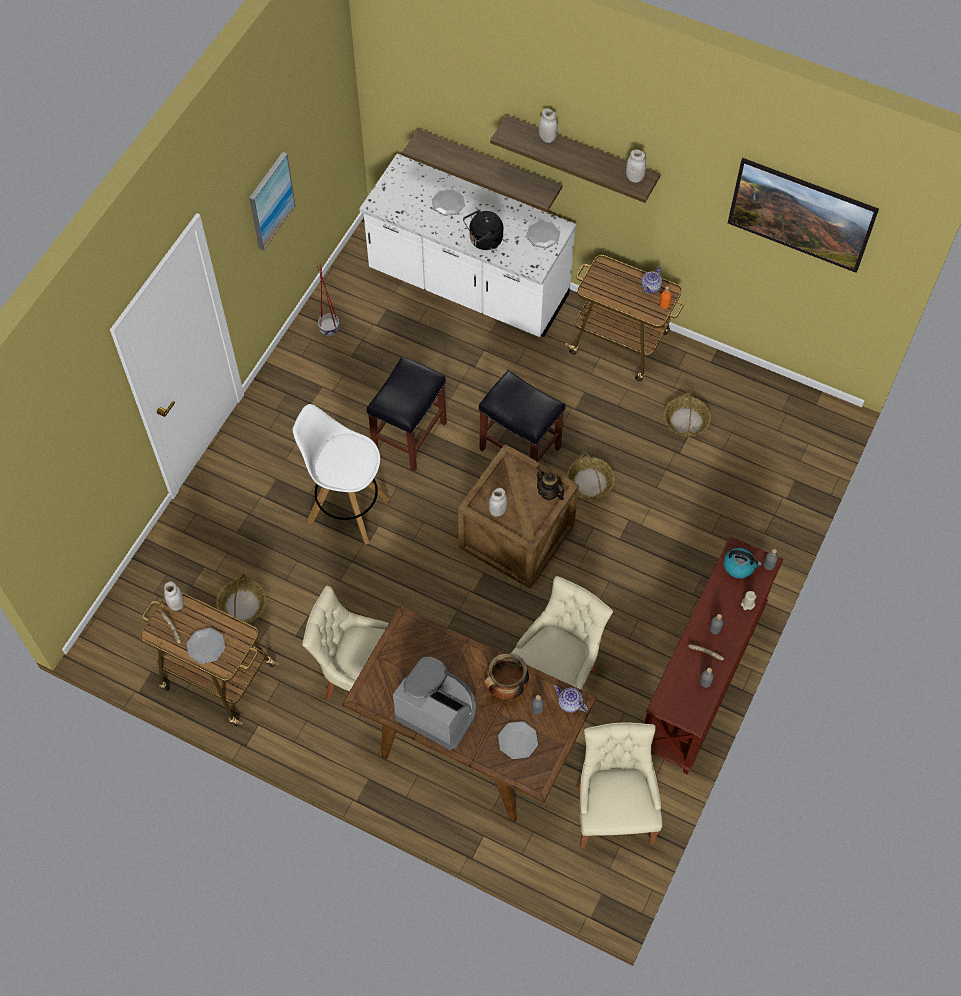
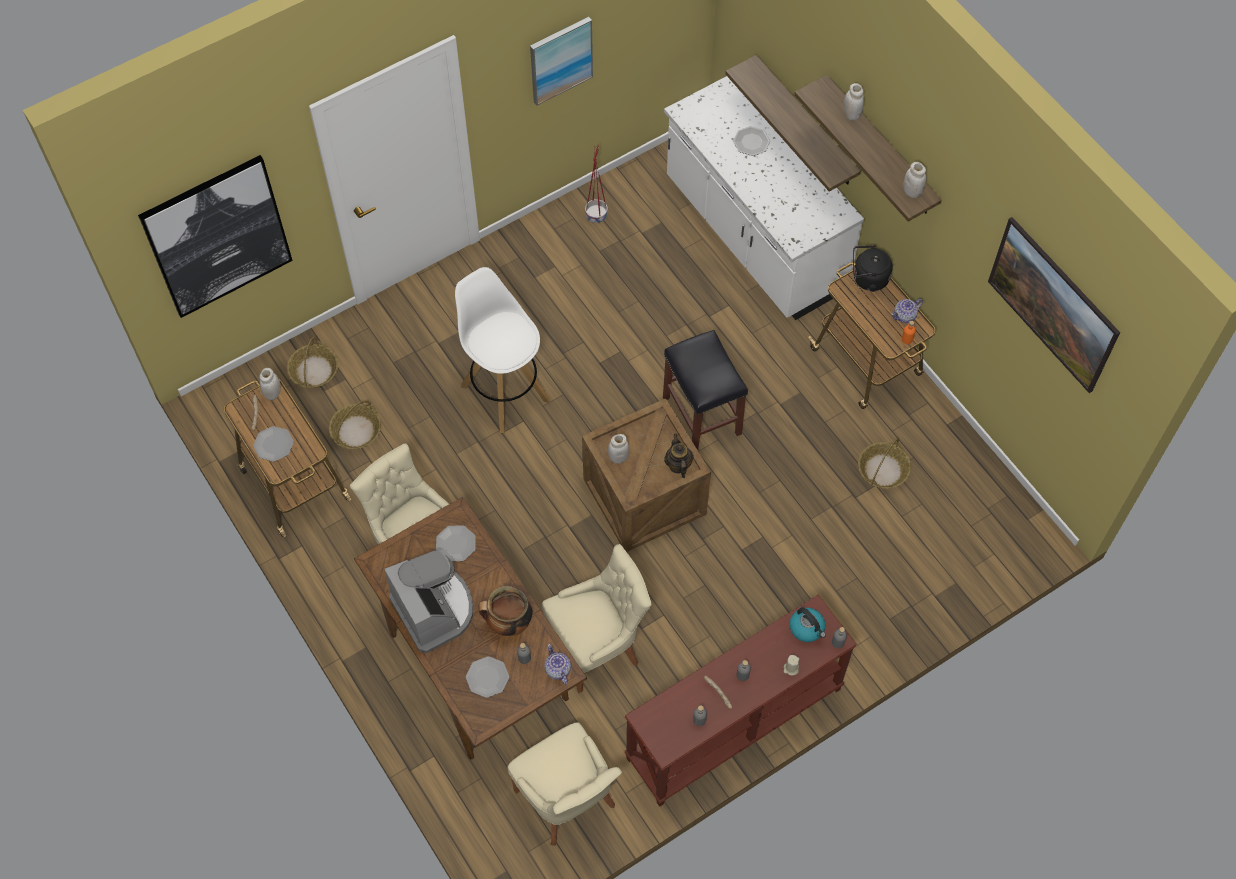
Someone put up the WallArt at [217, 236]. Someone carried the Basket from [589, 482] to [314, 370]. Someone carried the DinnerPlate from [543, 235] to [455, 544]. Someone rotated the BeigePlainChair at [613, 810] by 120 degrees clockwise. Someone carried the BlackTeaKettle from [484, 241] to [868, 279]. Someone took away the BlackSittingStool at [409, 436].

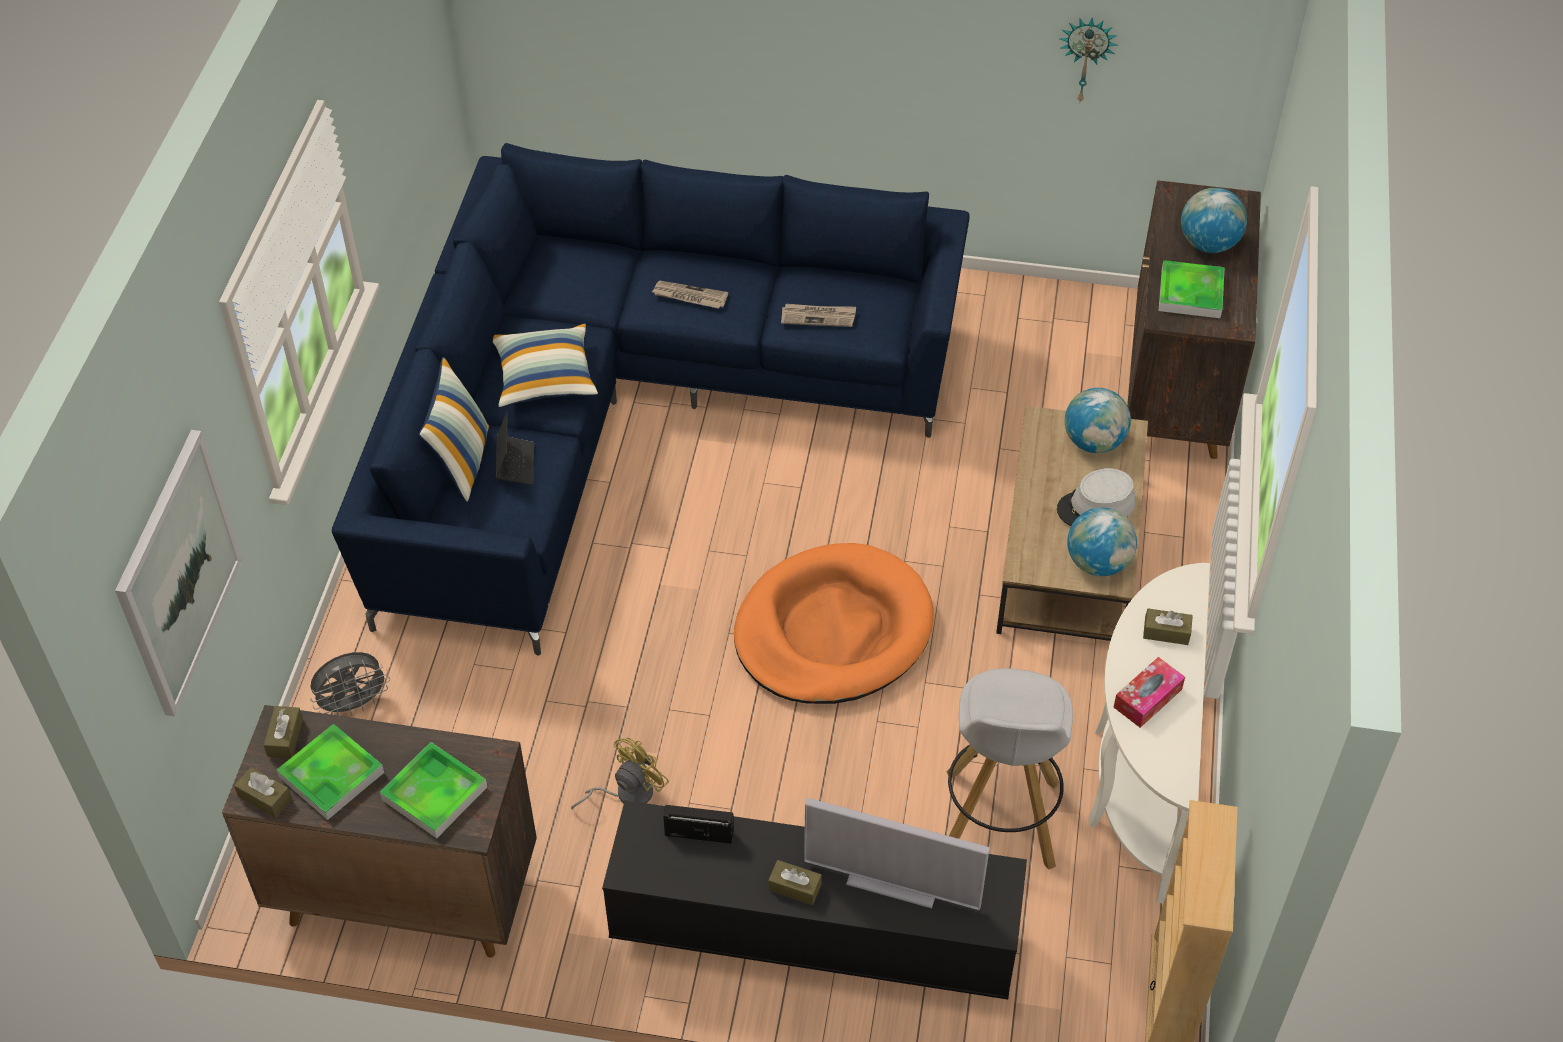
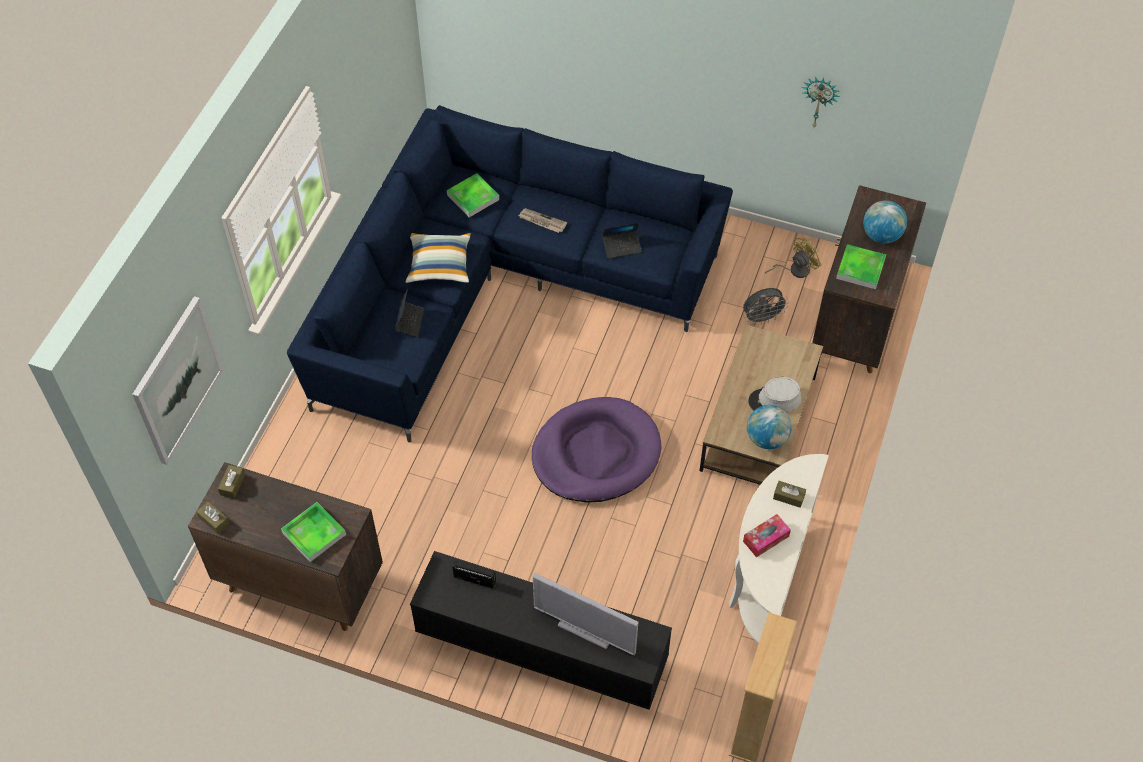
Someone carried the ServingTray from [331, 775] to [473, 197]. Someone repainted the OrangeColouredPetBed at [833, 630], which became the PurplishPetBed at [596, 453]. Someone swapped the PrintedPaper at [818, 317] for the NotebookComputer at [621, 247]. Someone carried the GreyishElectricFan from [354, 704] to [762, 318]. Someone carried the YellowColouredElectricFan from [626, 793] to [795, 270]. Someone took away the Pillow at [461, 461]. Someone took away the BrownColouredTissueBox at [794, 887]. Someone took away the WhitishSittingStool at [1000, 822]. Someone took away the DeskGlobe at [1094, 442].

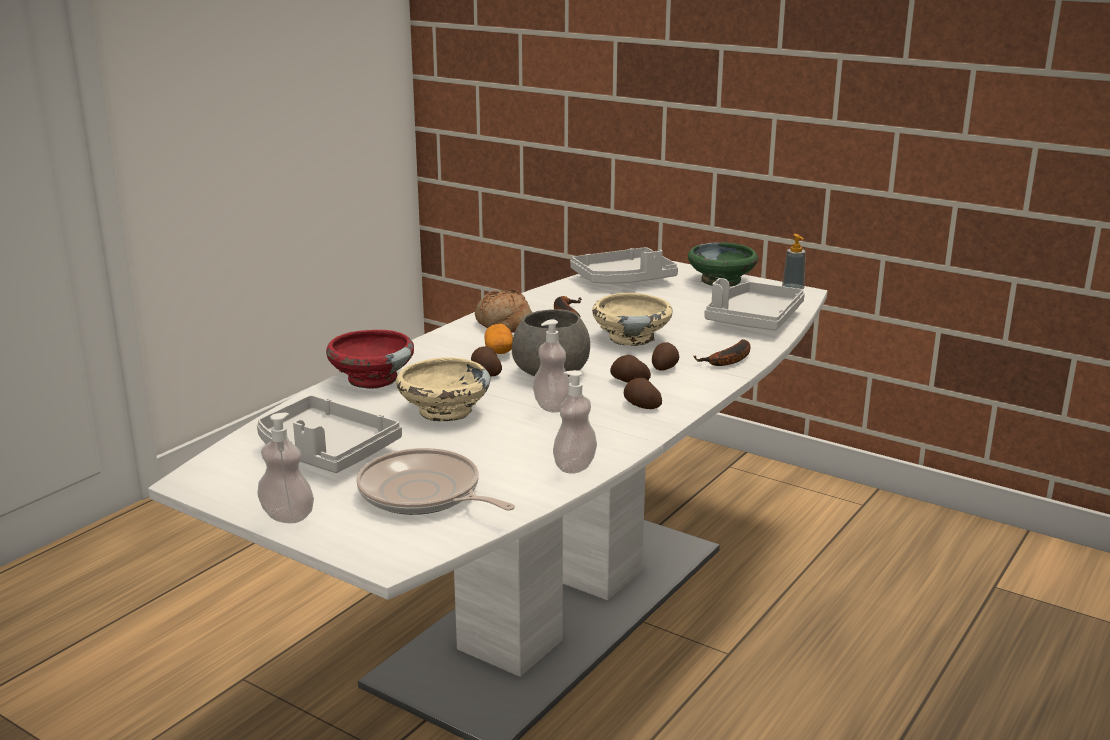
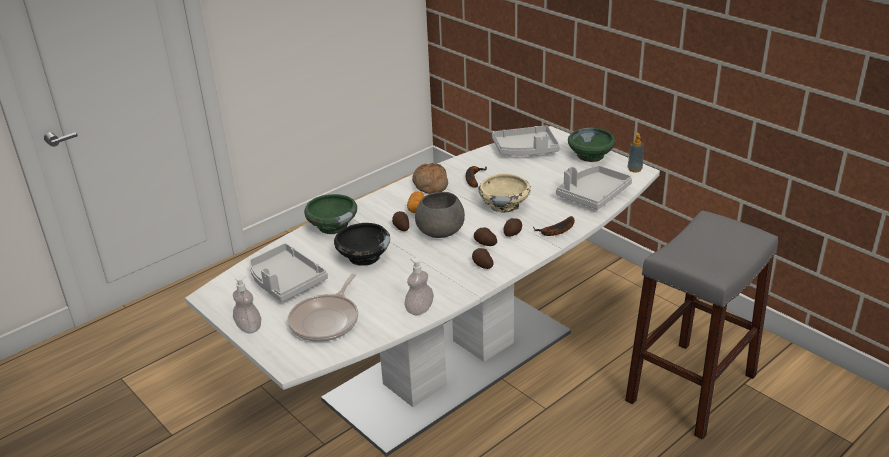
Someone rotated the FryingPan at [424, 494] by 120 degrees counterclockwise. Someone repainted the ReddishServingBowl at [372, 379], which became the GreenServingBowl at [333, 226]. Someone repainted the BeigeServingBowl at [444, 411], which became the BlackServingBowl at [363, 257]. Someone put down the GreyishSittingStool at [691, 388]. Someone took away the SoapBottle at [552, 407].

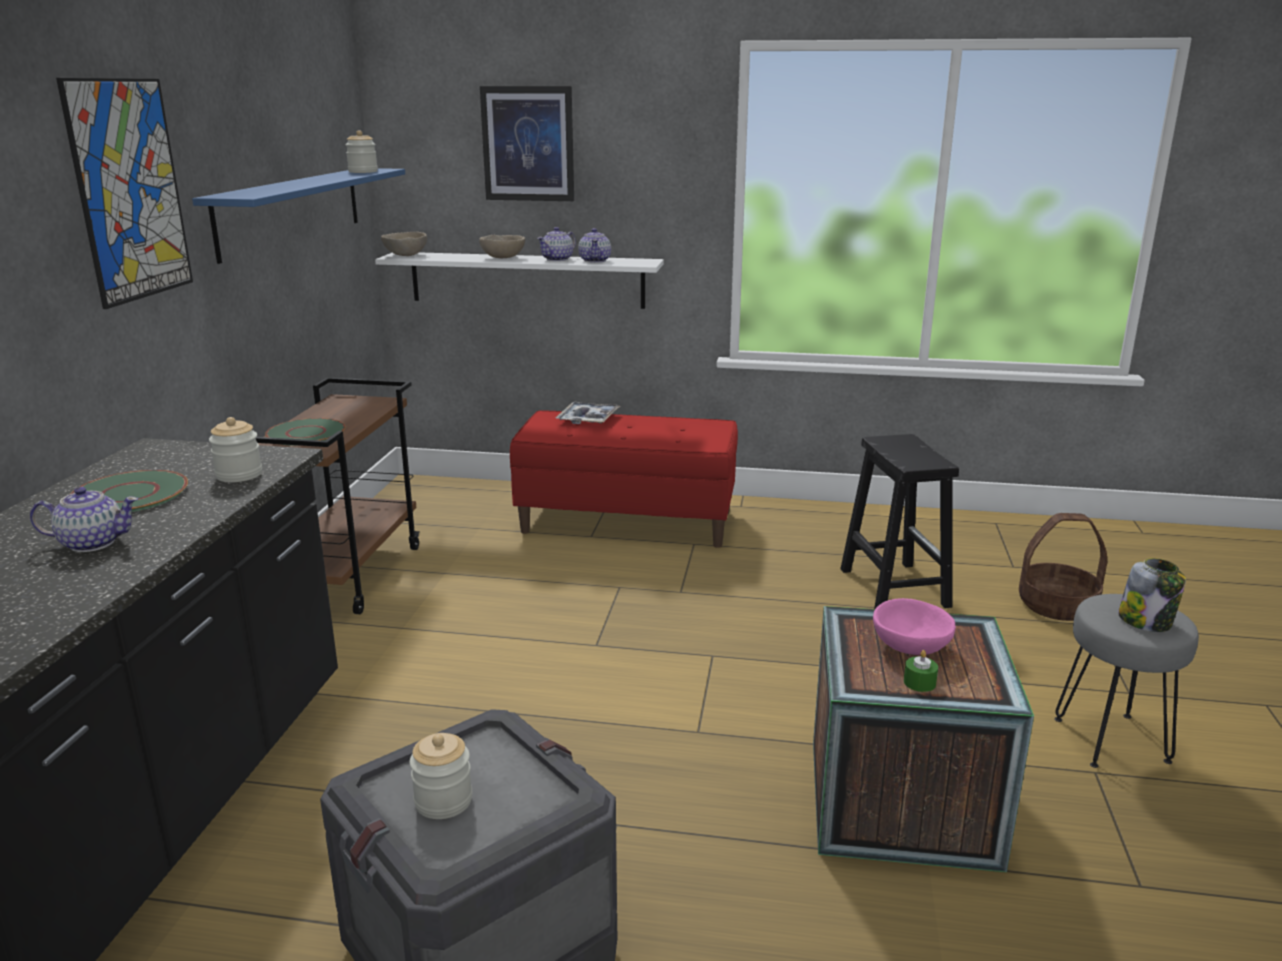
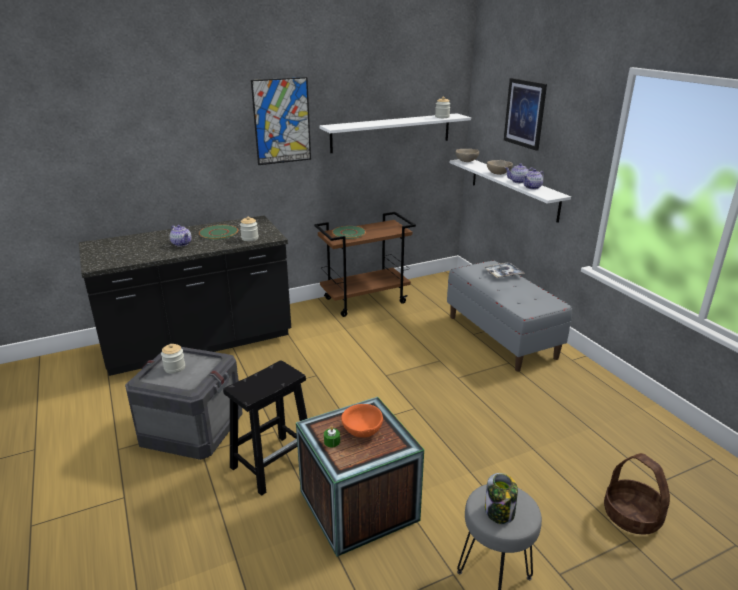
Someone carried the BlackSittingStool from [892, 587] to [273, 463]. Someone repainted the BlueBracketShelf at [291, 211], which became the WhitishBracketShelf at [391, 132]. Someone repainted the PinkServingBowl at [910, 648], which became the OrangeColouredServingBowl at [361, 431]. Someone repainted the ReddishBench at [627, 522], which became the GreyishBench at [501, 337].

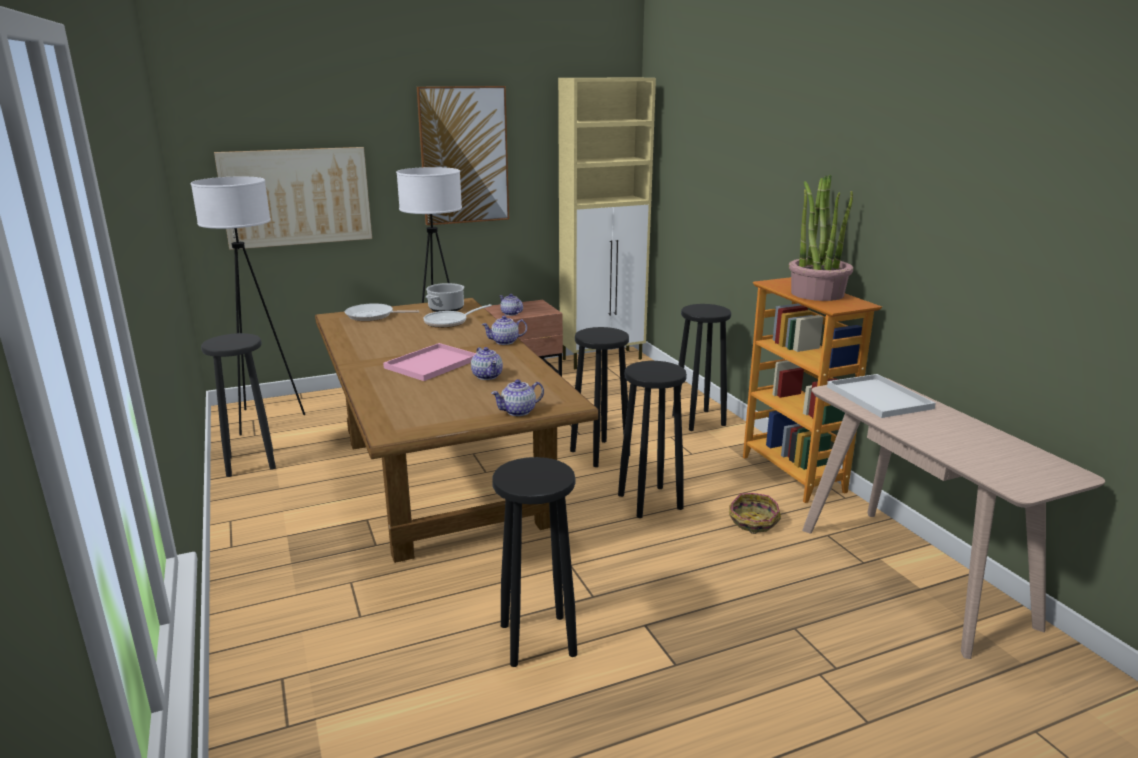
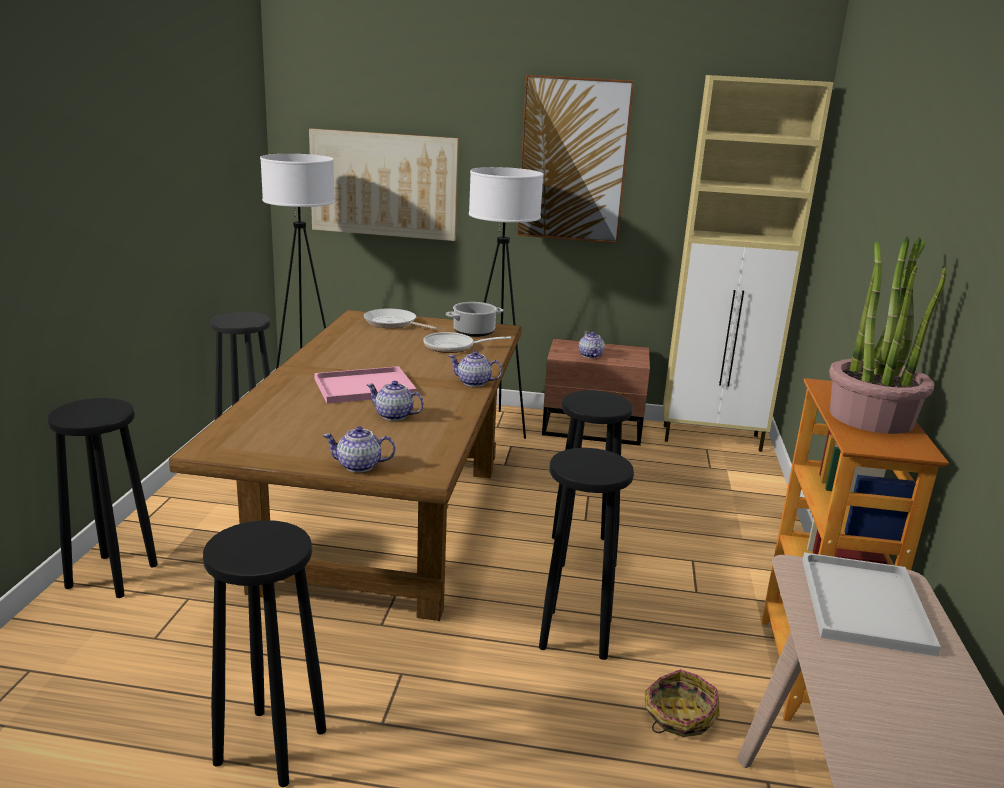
Someone carried the BlackSittingStool from [698, 420] to [113, 575]. Someone rotated the PotForTea at [487, 376] by 105 degrees clockwise.

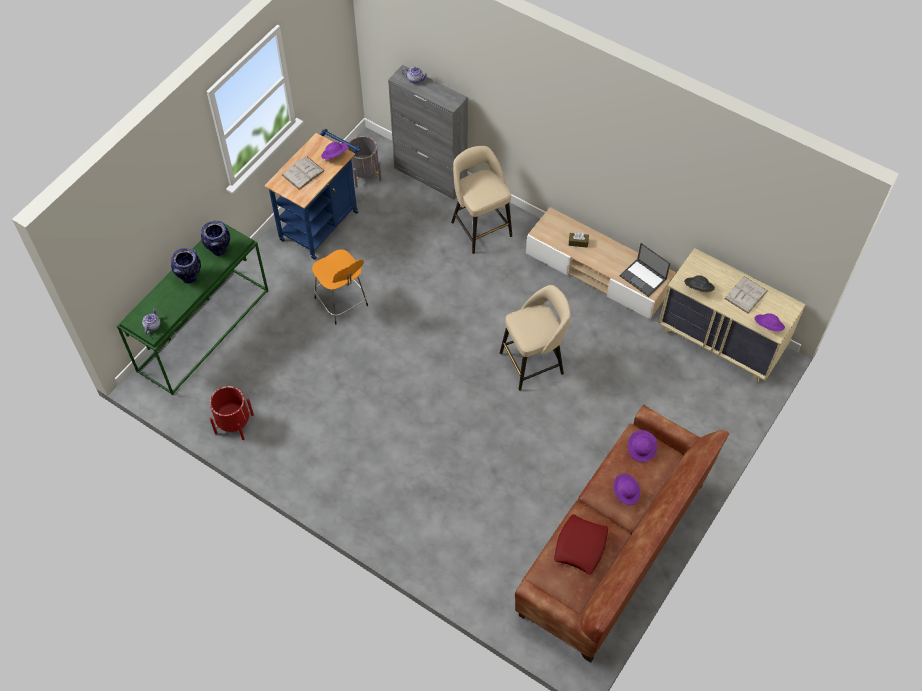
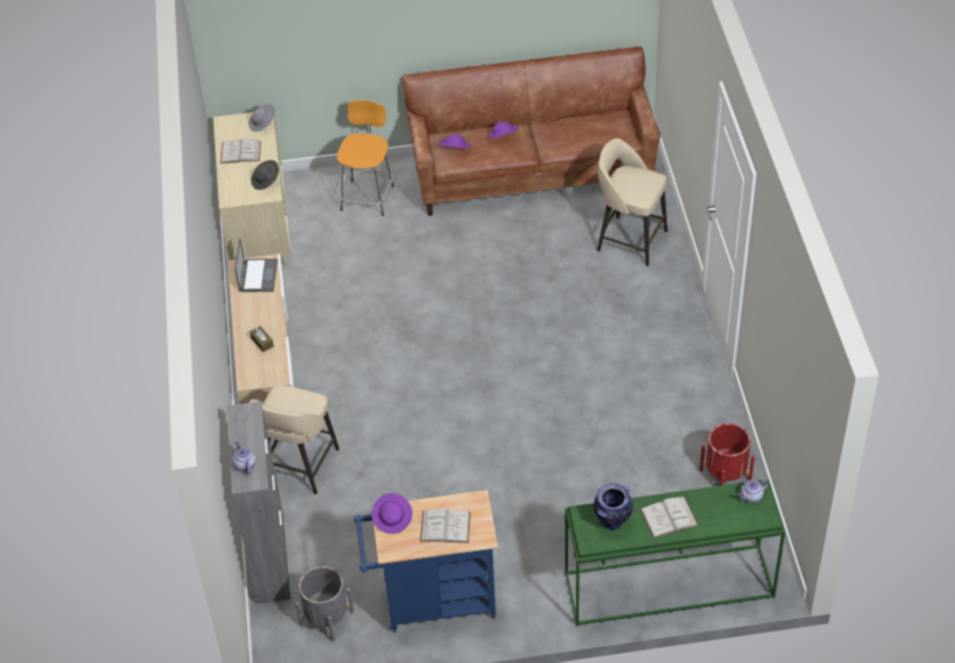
Someone repainted the PurplishWearableHat at [767, 327], which became the GreyishWearableHat at [262, 124]. Someone carried the OrangeColouredSittingStool from [342, 303] to [368, 197]. Someone carried the BeigeSittingStool from [533, 362] to [629, 240]. Someone swapped the FlowerVase at [190, 277] for the WhitishVolume at [669, 517]. Someone took away the ReddishPillow at [580, 546].

